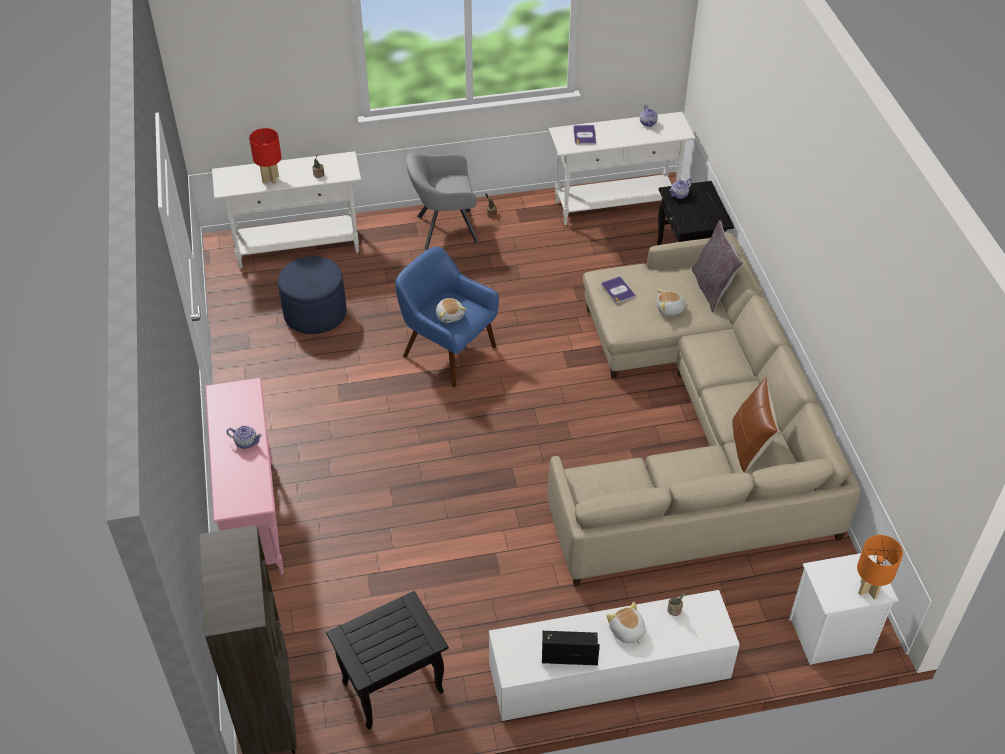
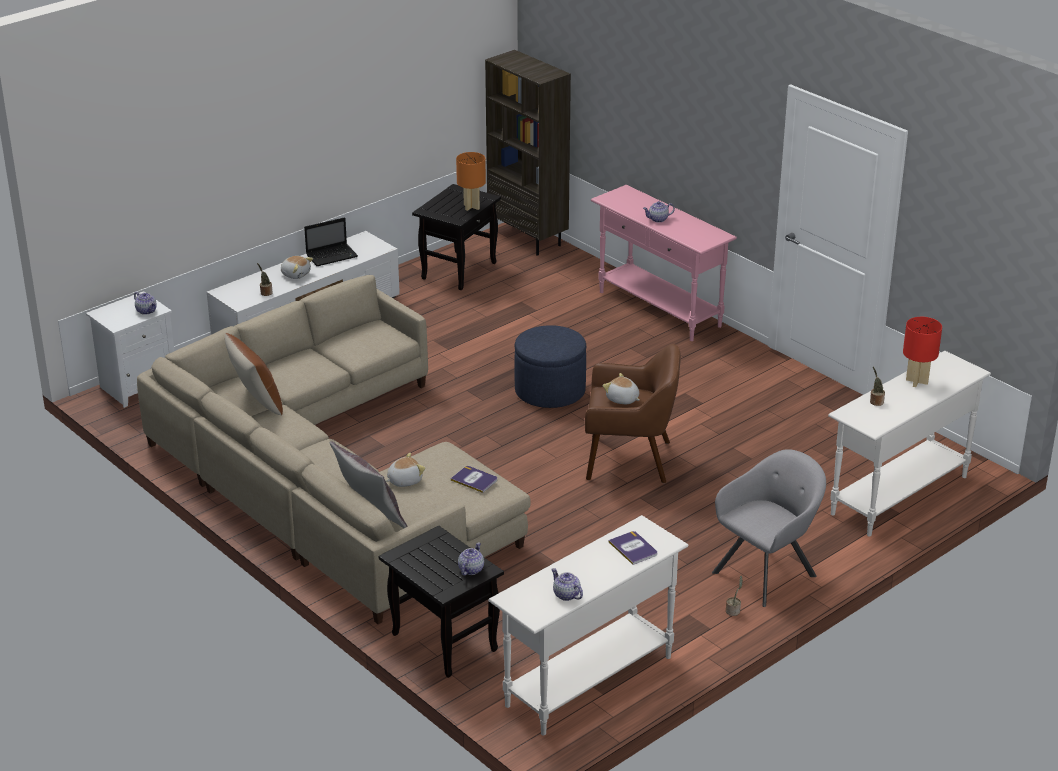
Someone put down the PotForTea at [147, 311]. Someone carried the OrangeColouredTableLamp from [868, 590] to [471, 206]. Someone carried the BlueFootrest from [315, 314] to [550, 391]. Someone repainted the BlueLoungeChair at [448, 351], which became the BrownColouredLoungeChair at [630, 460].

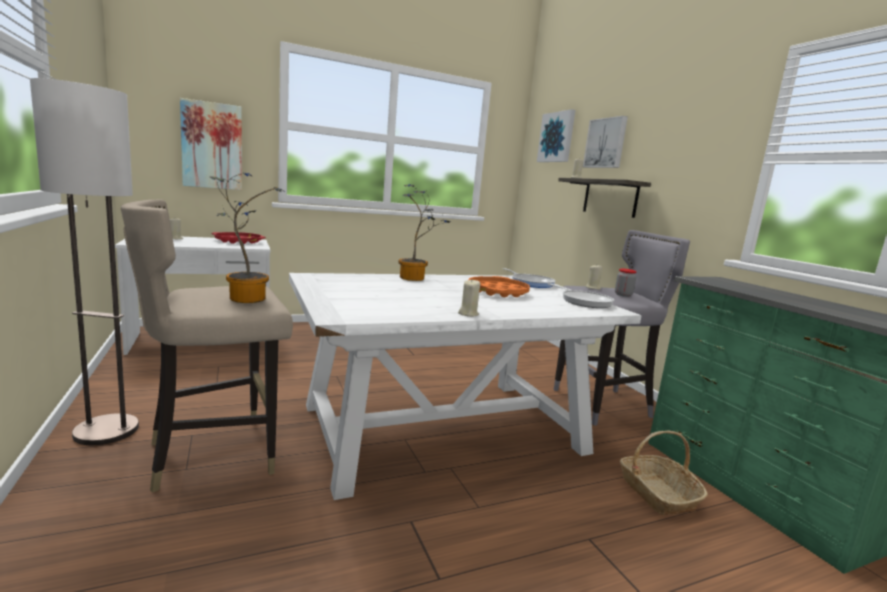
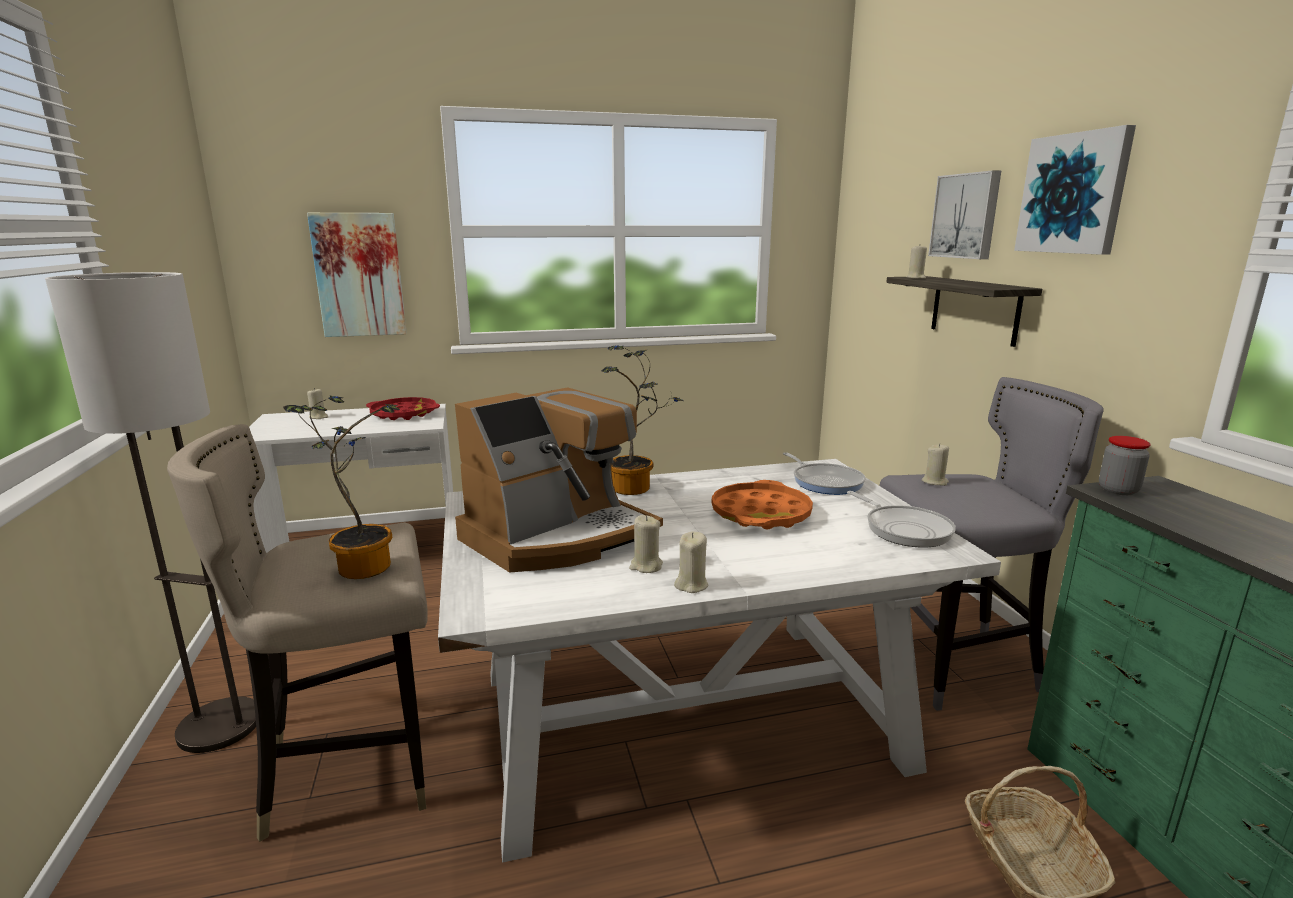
Someone put down the CoffeeMaker at [559, 537]. Someone put down the BeigeCandle at [646, 566]. Someone carried the WallArt from [556, 137] to [1073, 194]. Someone carried the StorageJar from [623, 295] to [1118, 490].

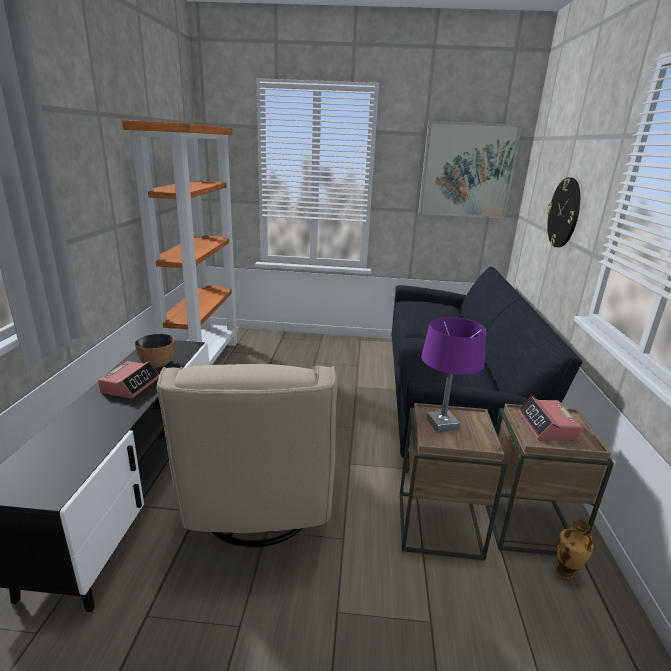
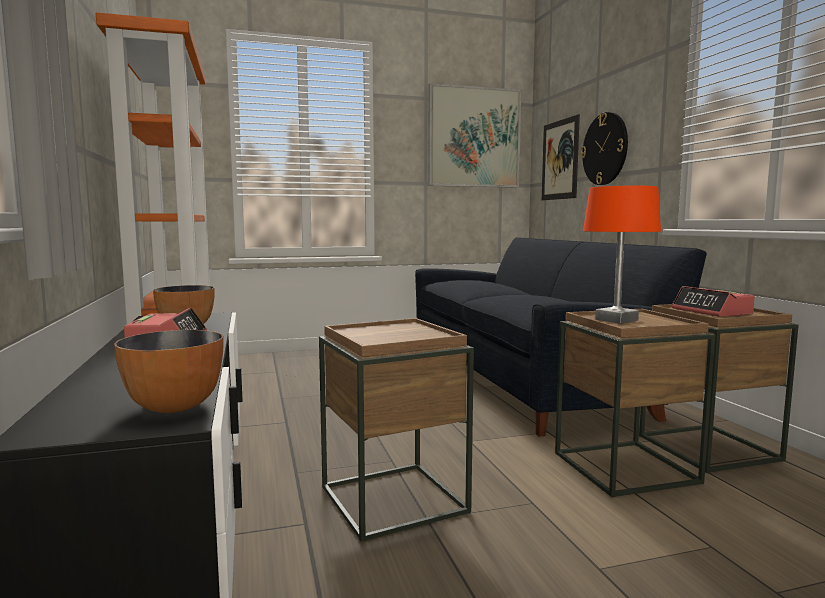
Someone put down the ServingBowl at [175, 406]. Someone swapped the BeigeLoungeChair at [259, 506] for the BrownColouredAccentTable at [393, 499]. Someone put up the WallArt at [560, 160]. Someone repainted the PurplishTableLamp at [442, 424], which became the OrangeColouredTableLamp at [616, 320]. Someone took away the FlowerVase at [565, 573].

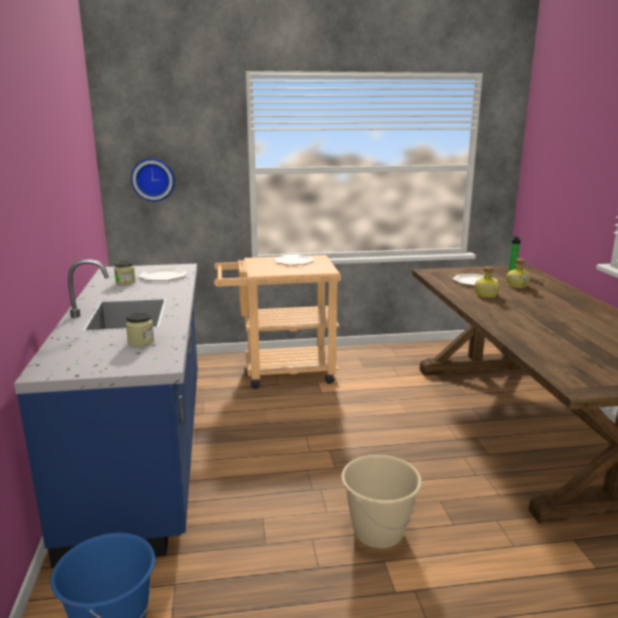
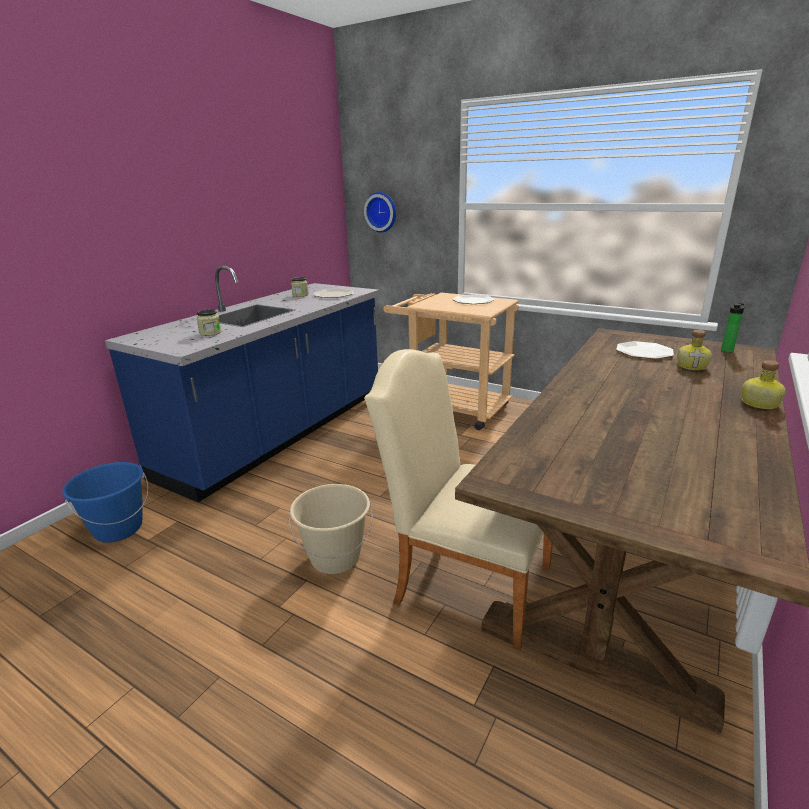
Someone put down the BeigePlainChair at [463, 579]. Someone carried the Bottle from [485, 295] to [758, 403].

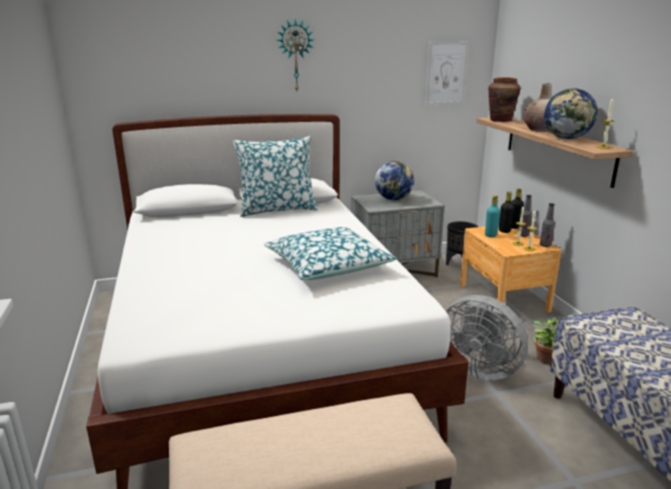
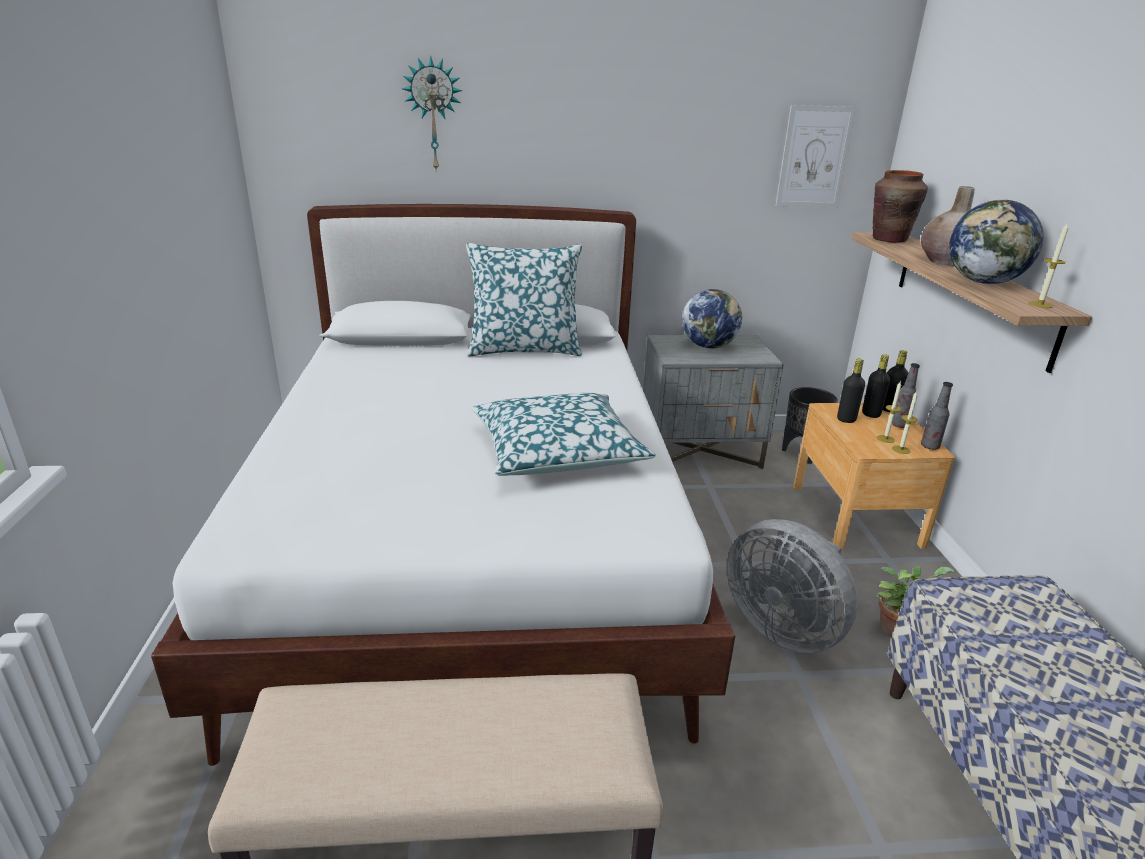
Someone carried the WallClock from [295, 56] to [433, 115]. Someone repainted the TurquoiseBottle at [490, 235], which became the BlackBottle at [846, 419].

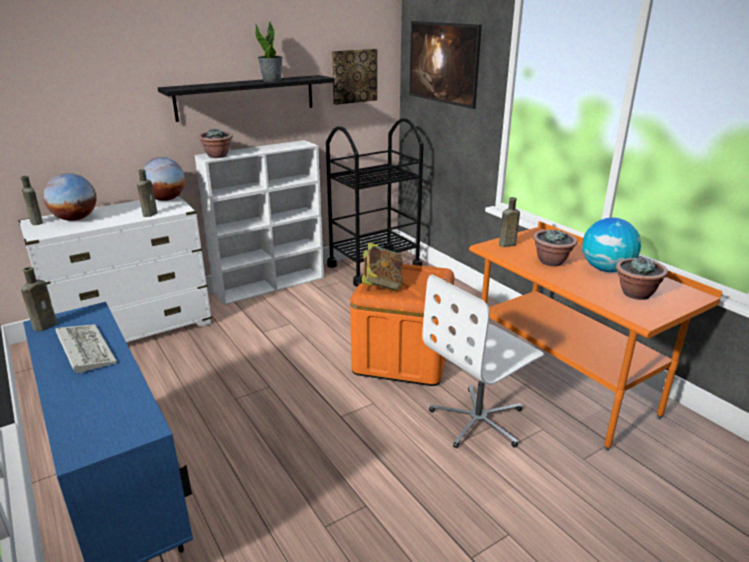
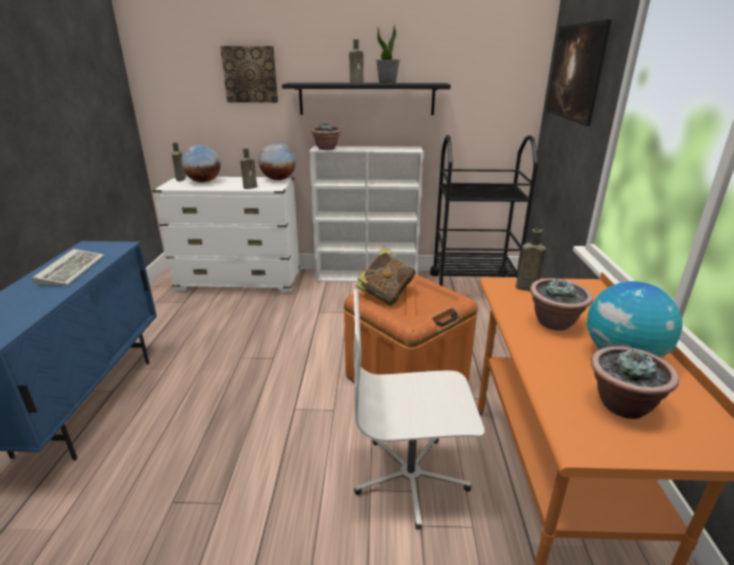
Someone carried the WallArt from [354, 76] to [250, 74]. Someone carried the BrownColouredBottle from [46, 325] to [357, 83].

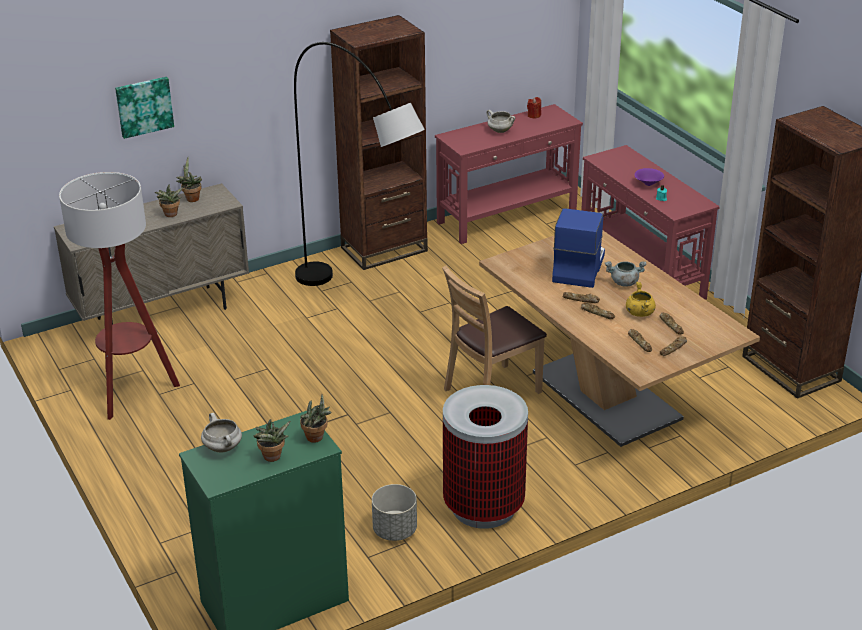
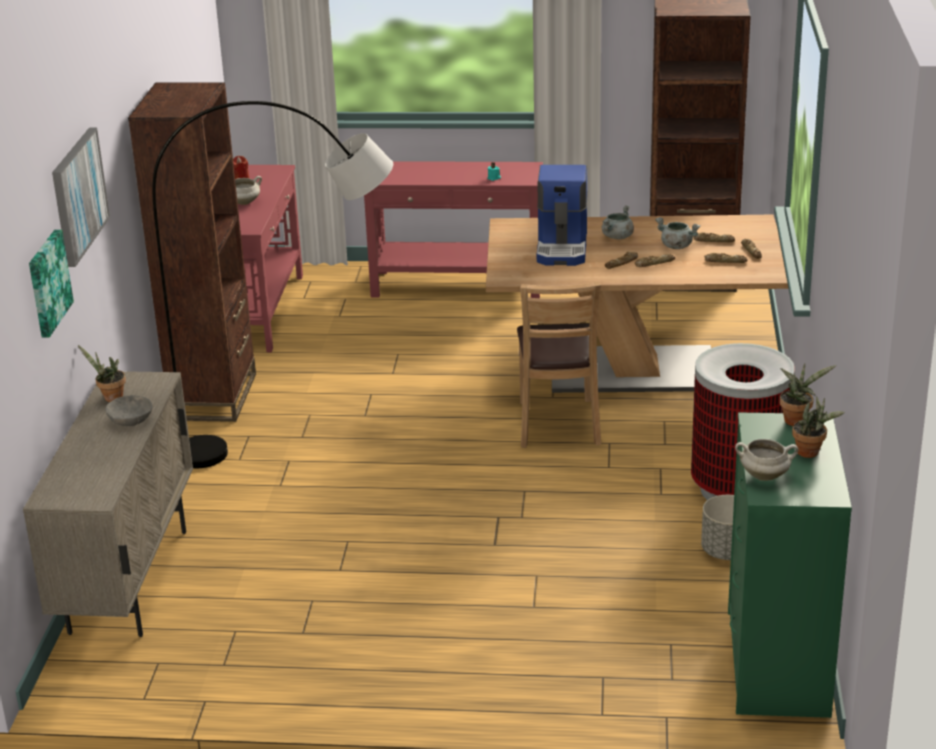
Someone put up the WallArt at [78, 195]. Someone swapped the PottedPlant at [171, 215] for the GreyishServingBowl at [130, 421]. Someone rotated the CoffeeMaker at [577, 267] by 135 degrees counterclockwise. Someone repainted the YellowColouredSaucepot at [639, 312], which became the GreyishSaucepot at [676, 246]. Someone took away the FloorLamp at [131, 391]. Someone took away the PurplishServingBowl at [647, 184].

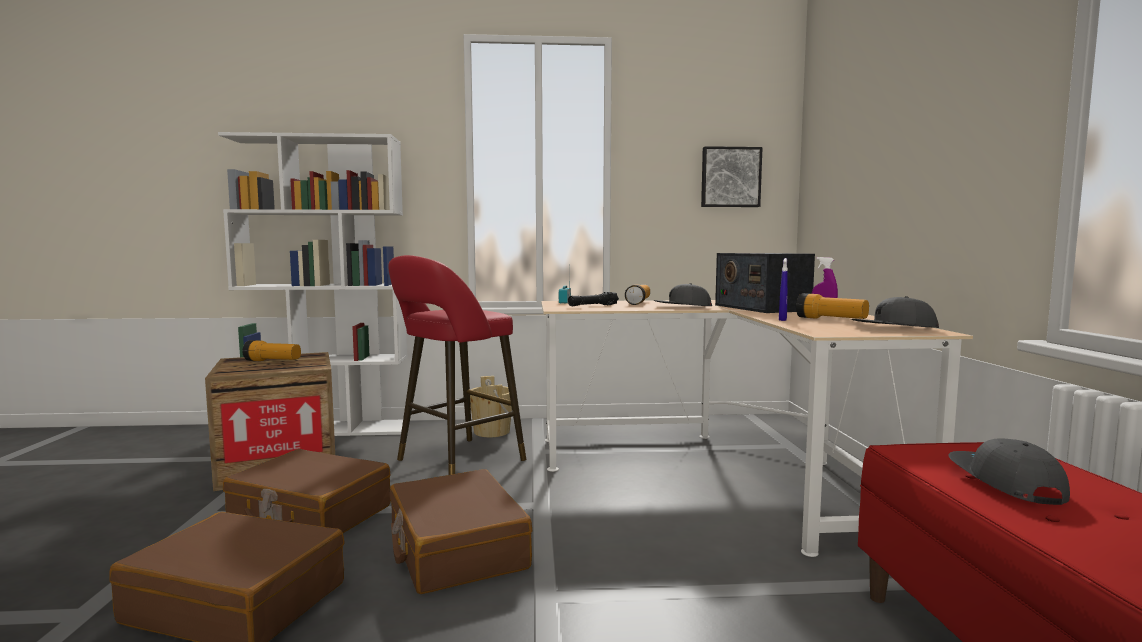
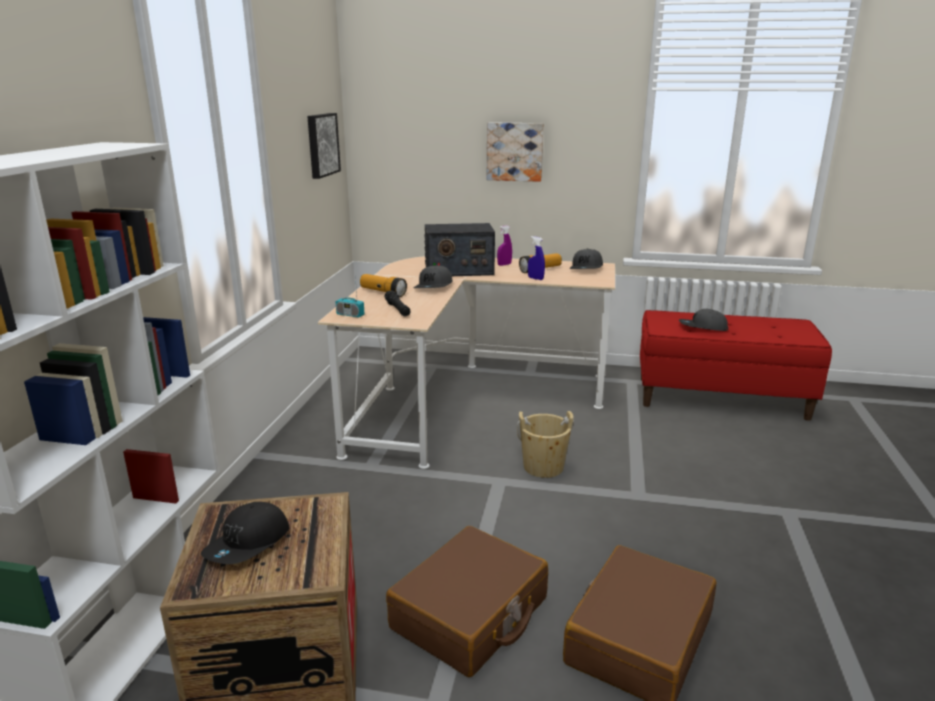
Someone swapped the HandTorch at [273, 361] for the BlackPeakedCap at [248, 544]. Someone put up the WallArt at [515, 151]. Someone carried the BeigeBucket from [491, 432] to [543, 467]. Someone took away the ReddishSittingStool at [455, 462]. Someone took away the BrownColouredSuitcase at [456, 548].

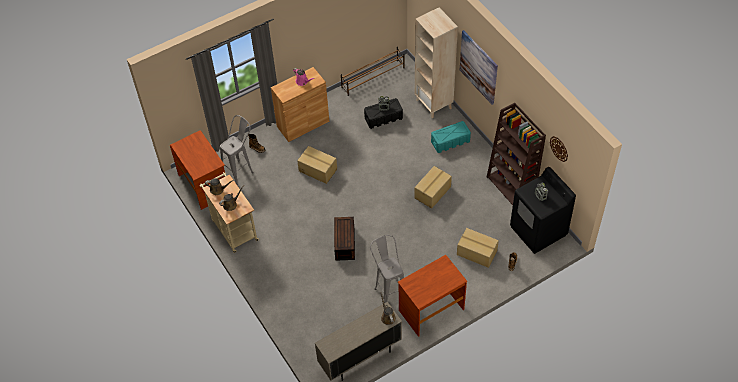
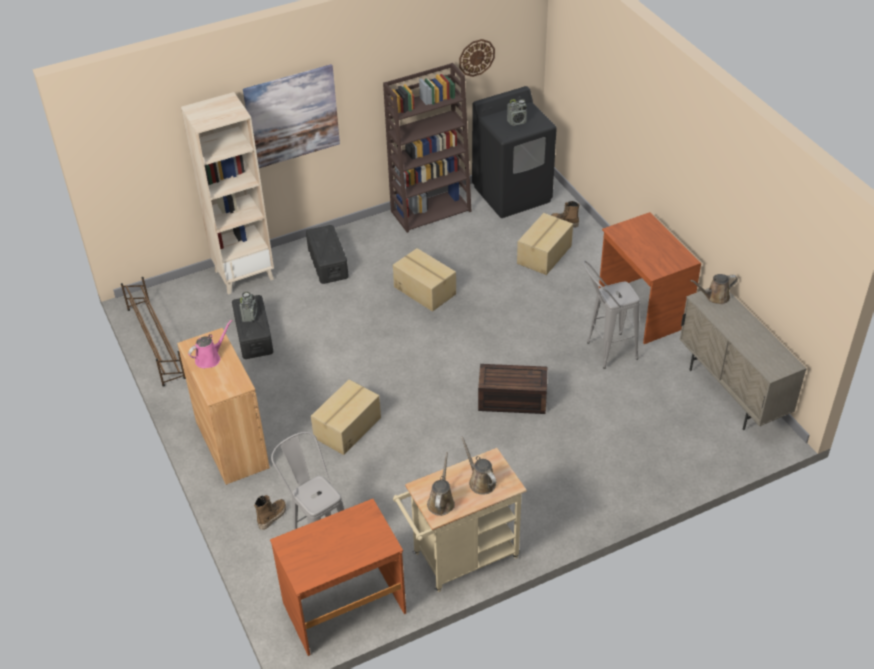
Someone repainted the TurquoiseStorageBin at [450, 141], which became the BlackStorageBin at [328, 263].

